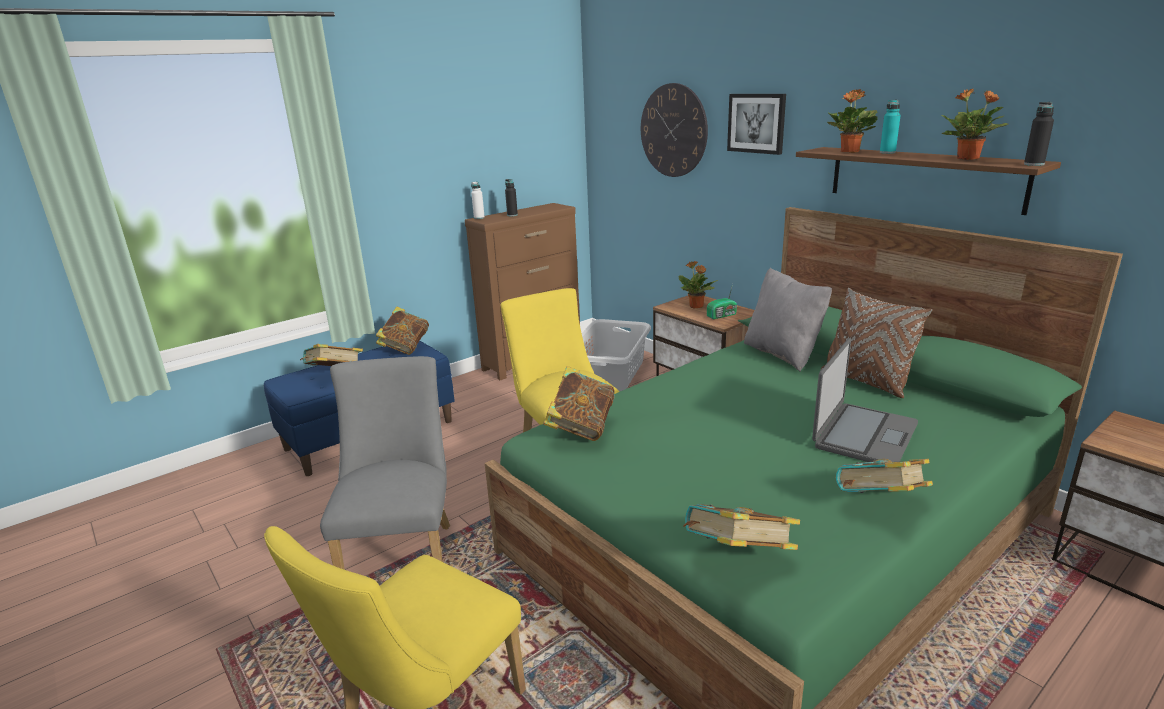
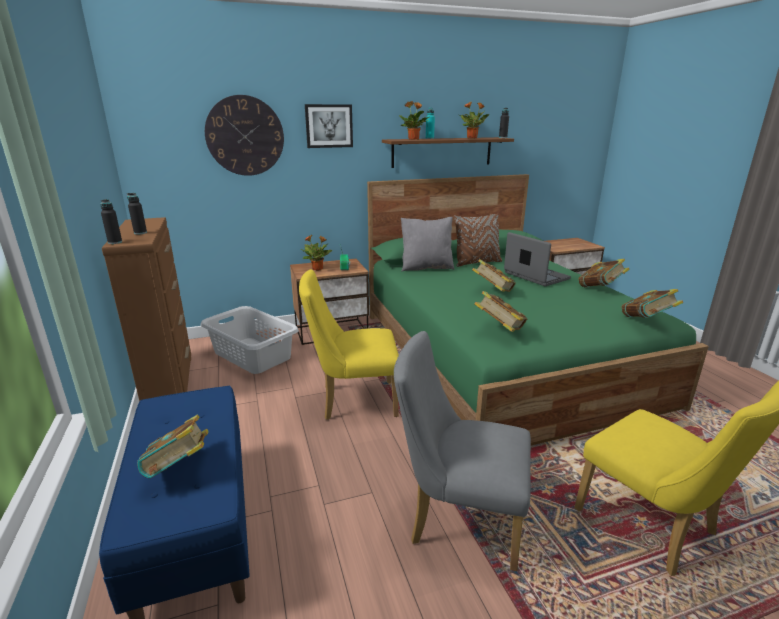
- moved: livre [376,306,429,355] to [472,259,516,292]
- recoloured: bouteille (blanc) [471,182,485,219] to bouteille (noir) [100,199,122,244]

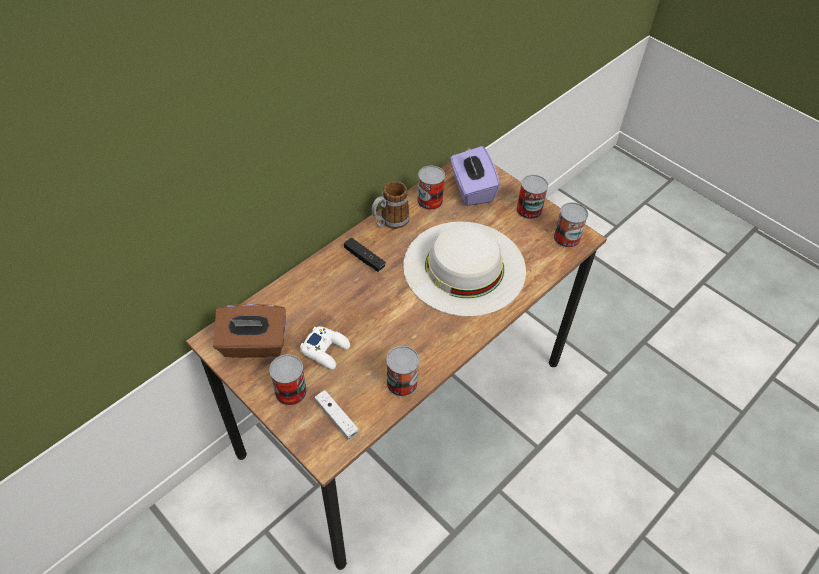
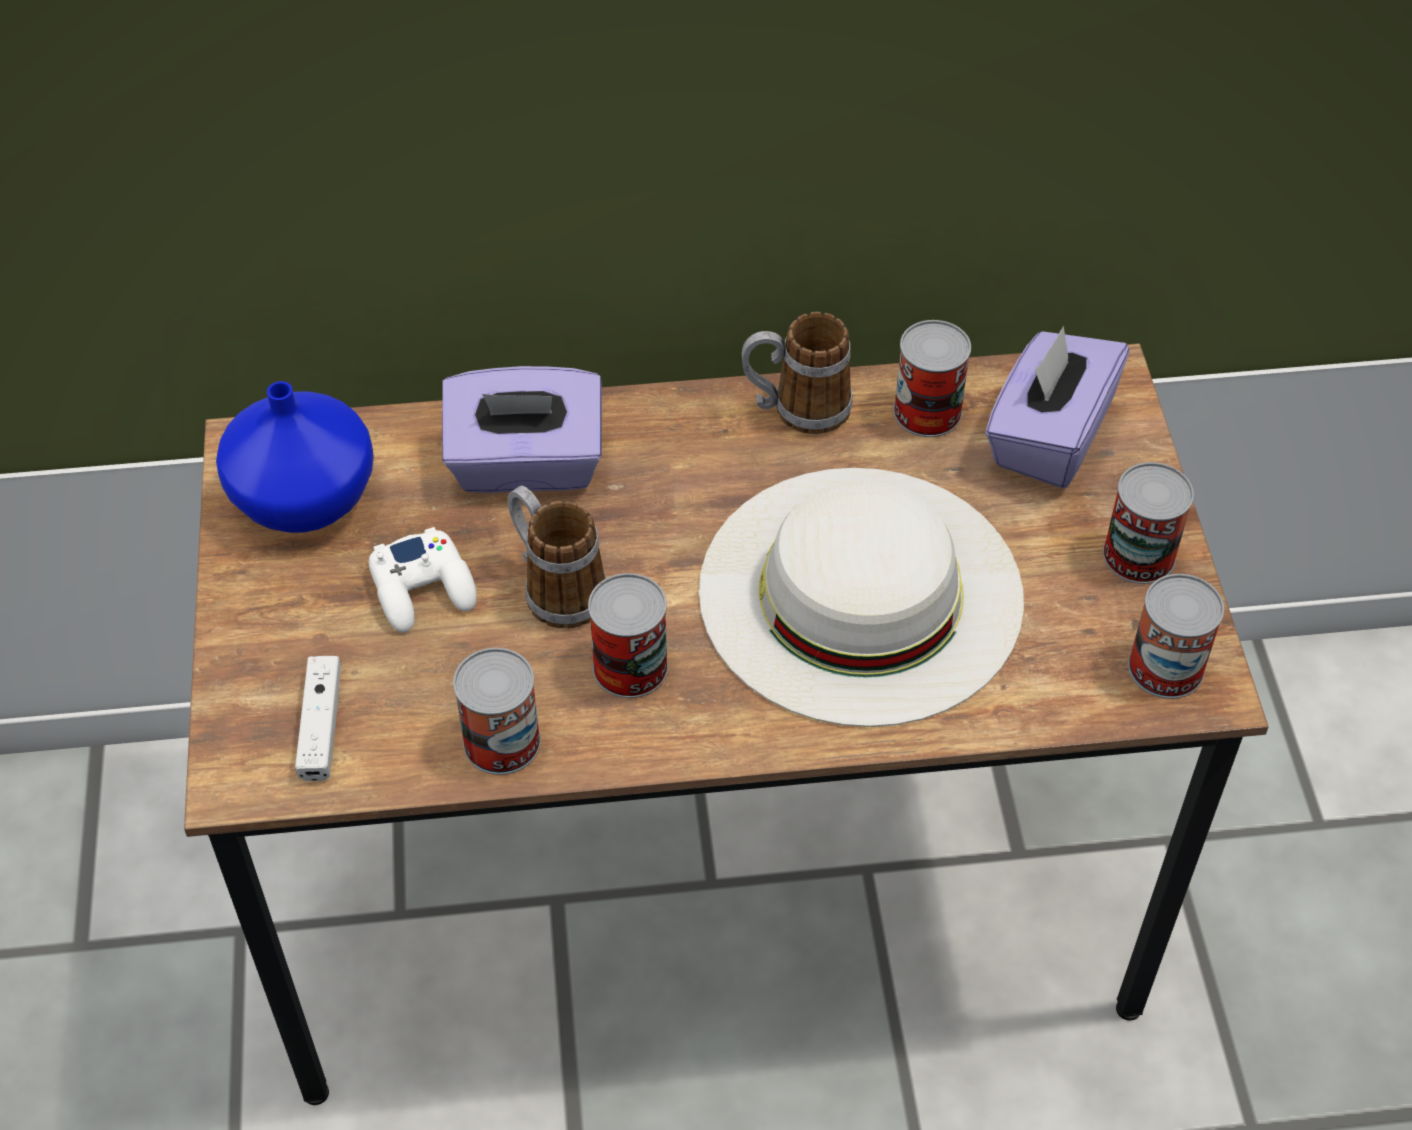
- replaced: boîte à mouchoirs (marron) [213,304,286,358] to vase (bleu) [216,381,374,533]
- moved: boîte métallique [269,354,307,406] to [588,573,668,698]
- removed: manette (noir) [344,238,386,272]
- added: boîte à mouchoirs (violet) [442,366,602,493]
- added: mug [508,486,606,629]

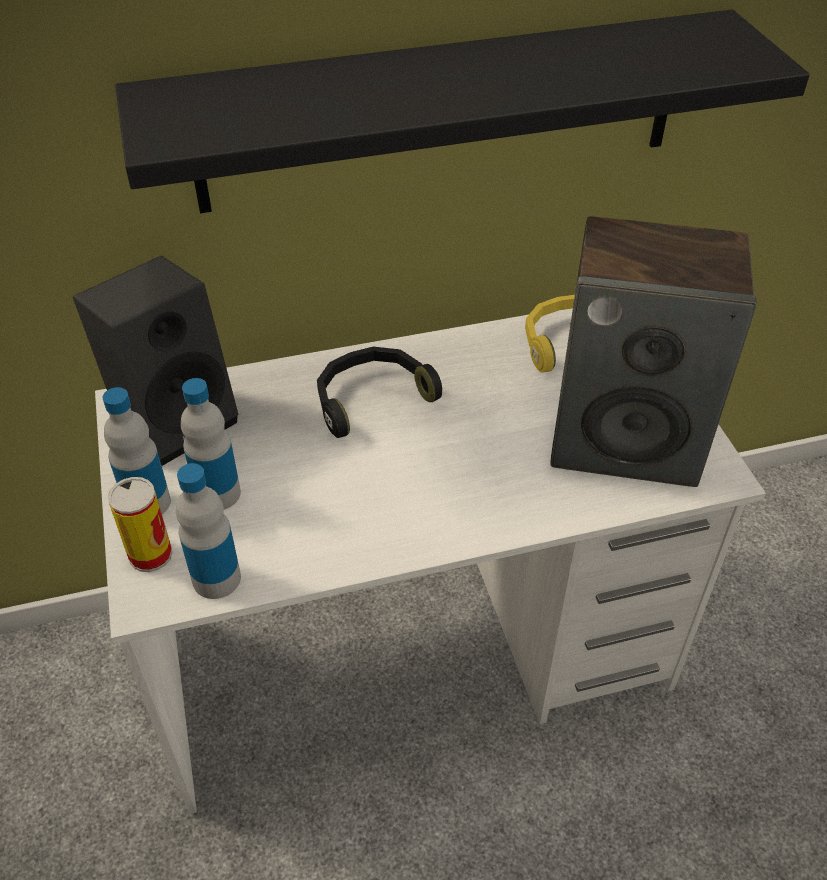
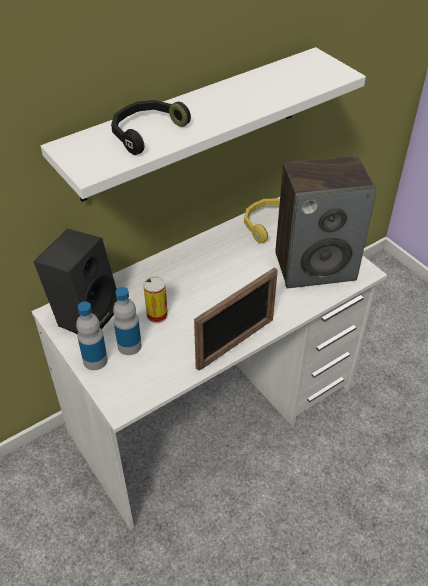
- moved: boîte métallique [108,477,173,572] to [143,276,168,323]
- recoloured: étagère (noir) [115,10,810,213] to étagère (blanc) [41,47,366,202]
- removed: bouteille [176,463,241,599]
- moved: casque audio (noir) [317,347,442,438] to [111,100,191,155]
- added: cadre photo [194,267,278,371]

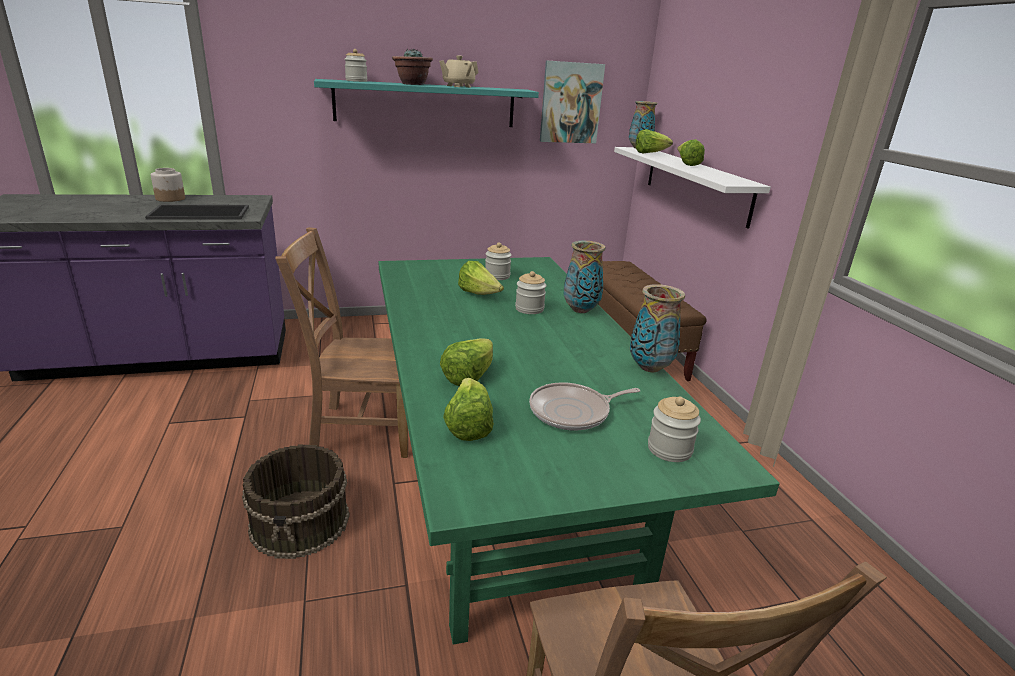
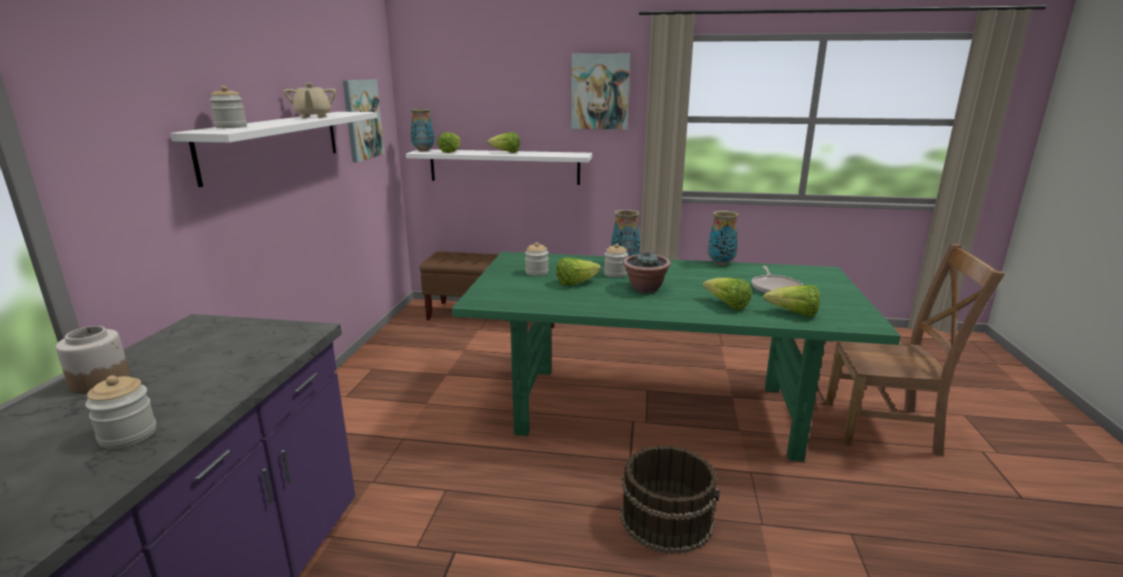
- removed: plateau [145,204,249,220]
- removed: chaise (marron) [275,227,408,458]
- recoloured: étagère (turquoise) [314,79,539,127] to étagère (blanc) [170,112,377,187]
- moved: plante en pot [392,49,433,85] to [623,251,671,293]
- moved: bocal [648,397,701,462] to [85,375,156,449]
- added: tableau [571,53,630,130]

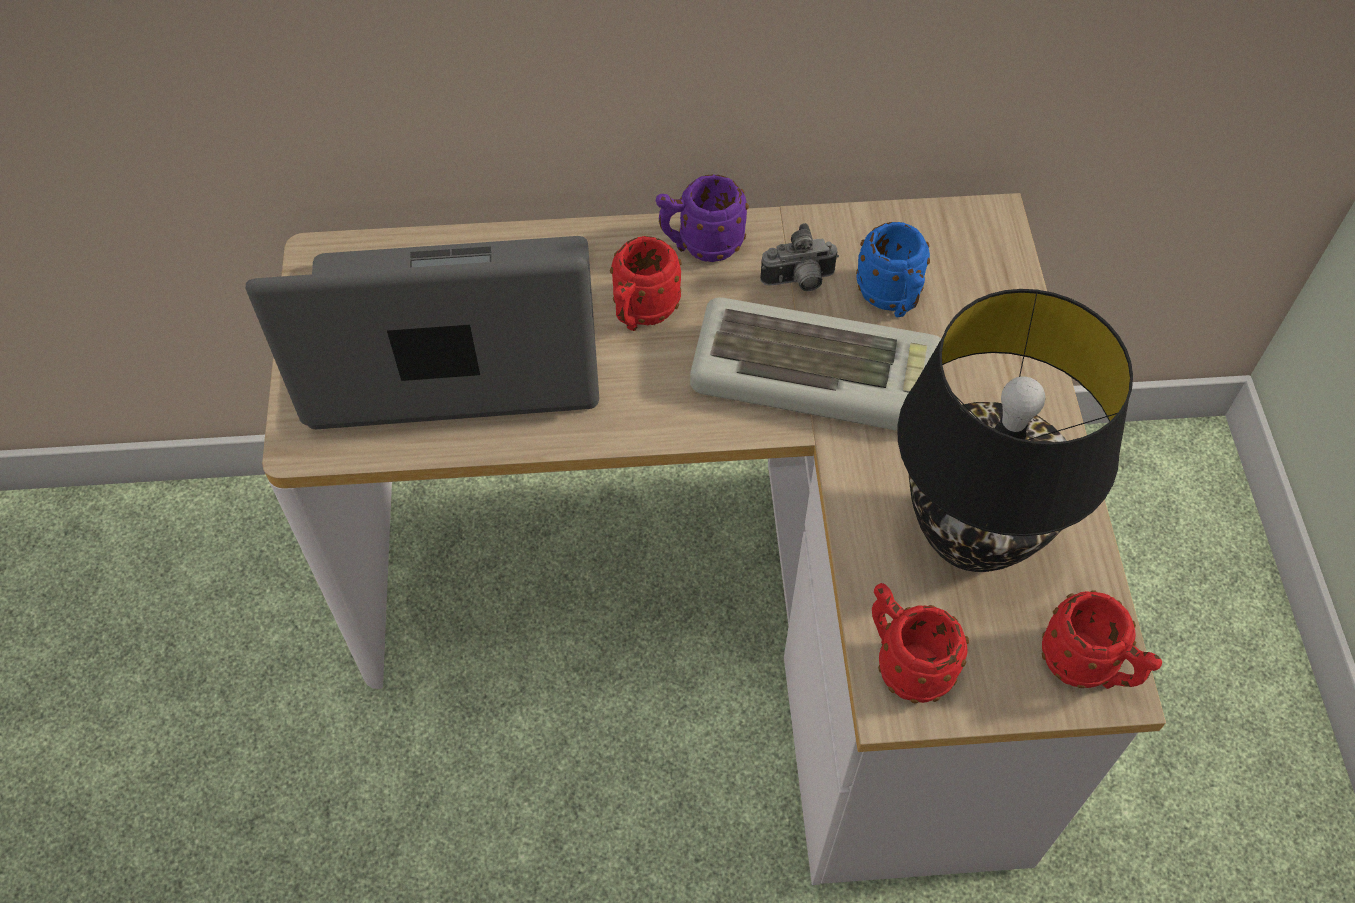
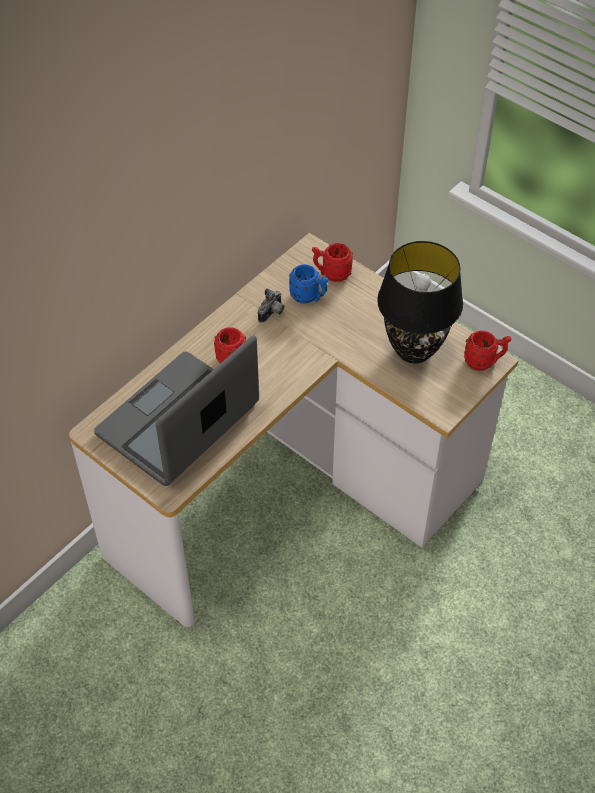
- removed: mug (violet) [656,174,749,262]
- removed: clavier [690,297,943,431]
- moved: mug (rouge) [872,583,969,704] to [312,243,353,282]

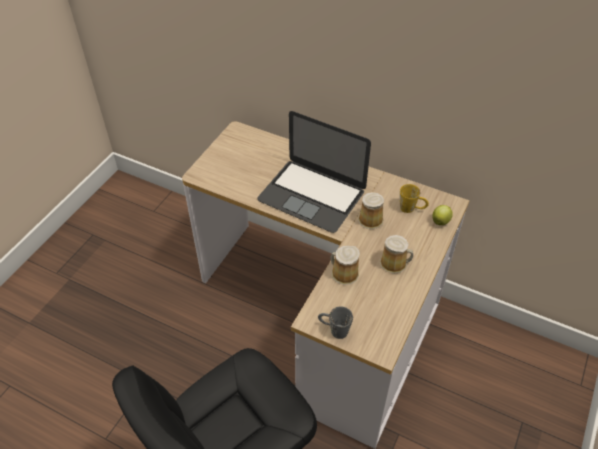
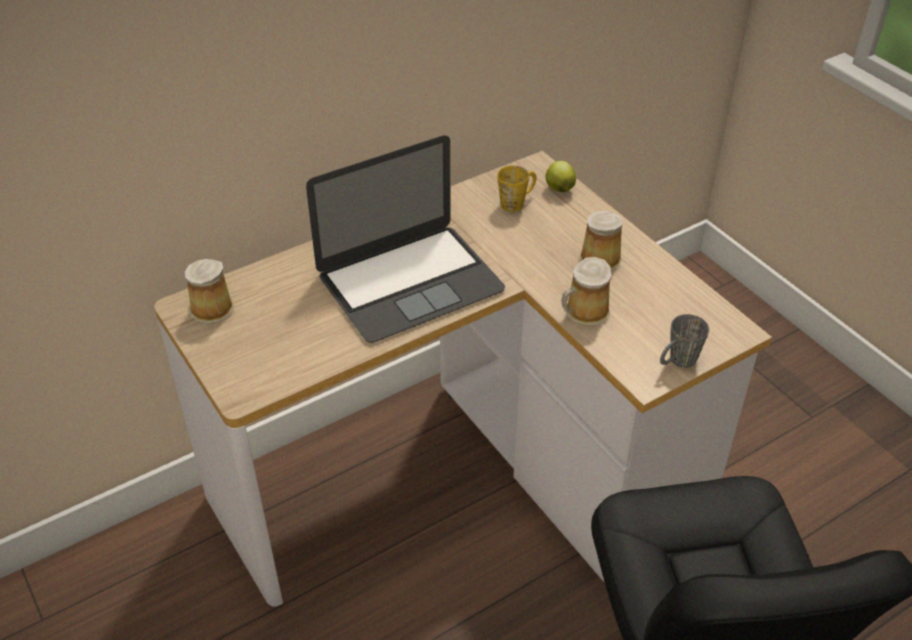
- moved: mug [358,192,384,229] to [185,259,234,324]

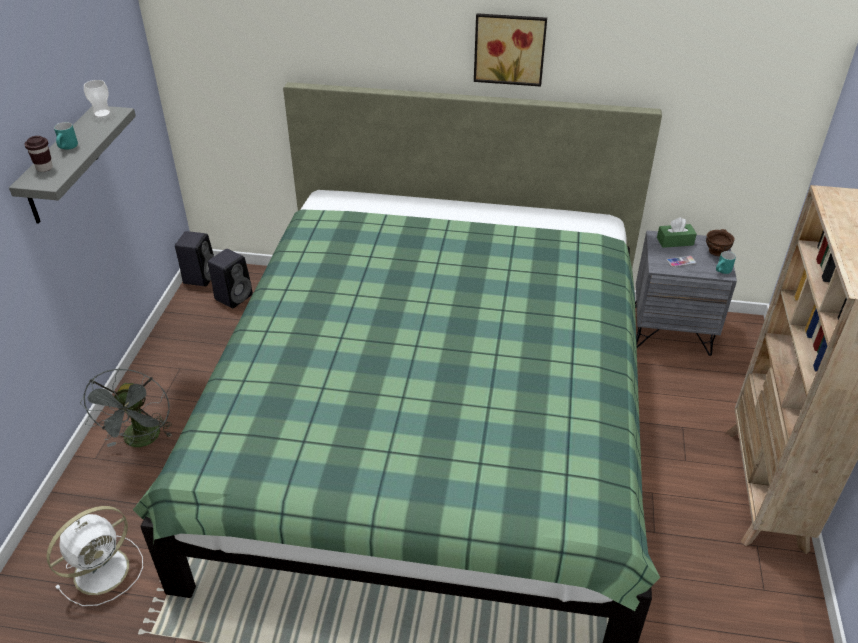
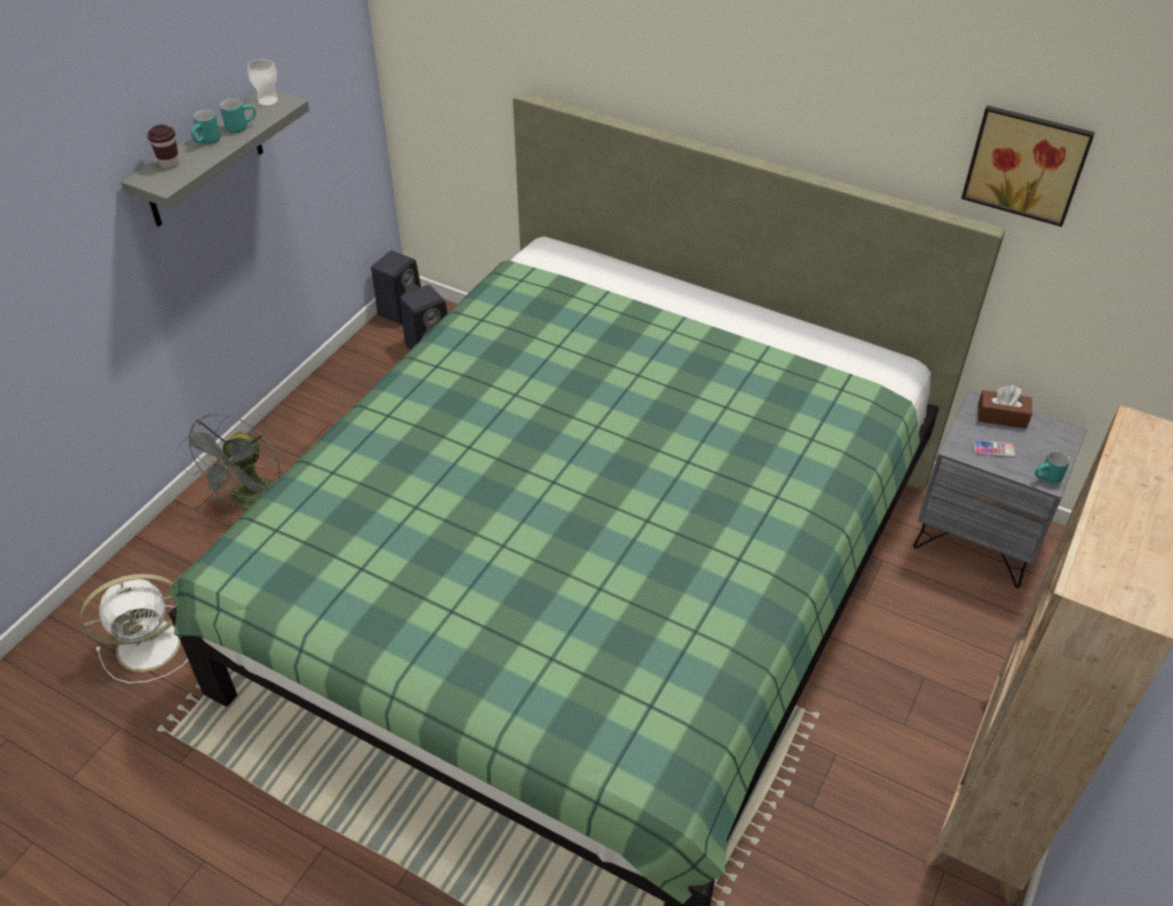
- moved: tableau [474,13,547,87] to [961,105,1095,227]
- recoloured: boîte à mouchoirs (vert) [657,217,697,248] to boîte à mouchoirs (marron) [978,385,1032,429]
- removed: bol (marron) [706,229,735,256]
- added: mug (turquoise) [220,99,256,133]

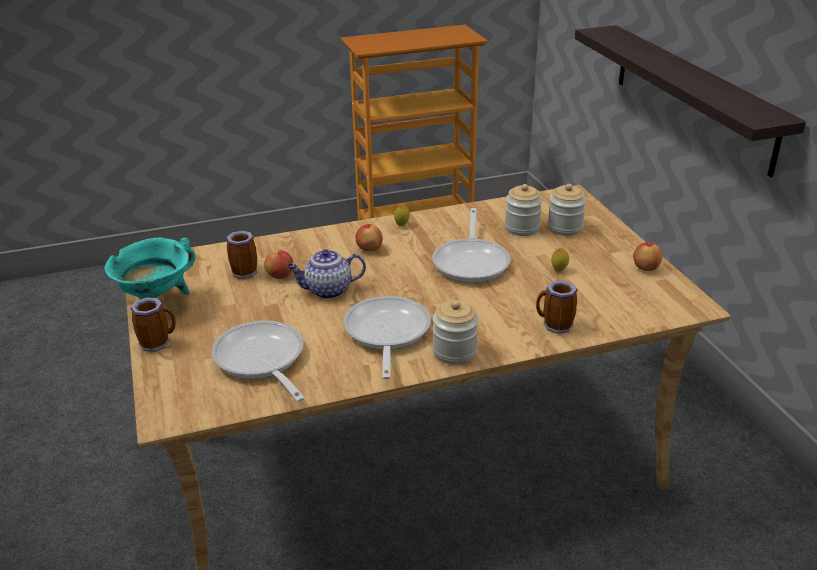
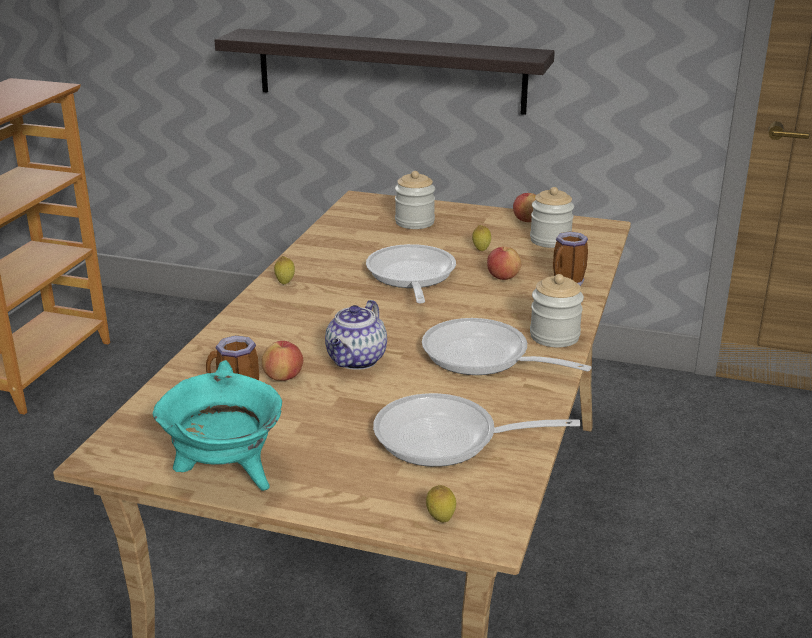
- removed: mug [131,297,176,352]
- moved: pomme [355,224,383,252] to [487,247,521,280]
- turned: poêle [432,208,511,283] = [366,244,456,303] 135 degrees counterclockwise
- moved: bocal [505,184,542,236] to [530,187,574,248]
- added: citron [426,485,456,523]

